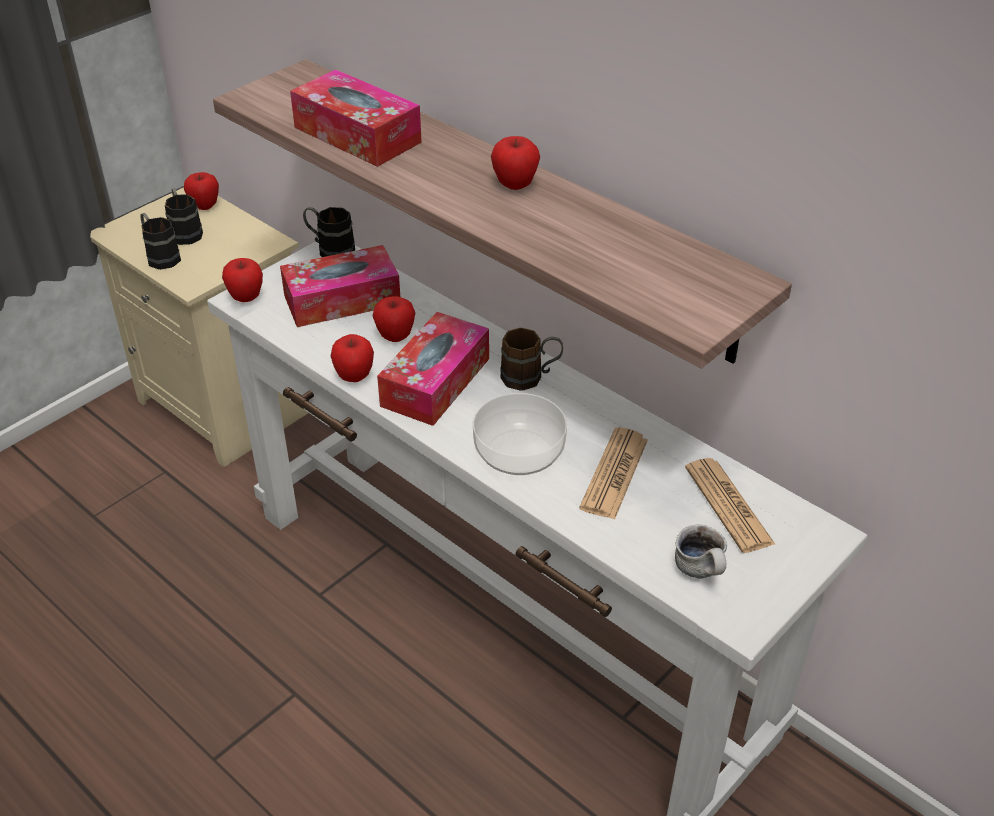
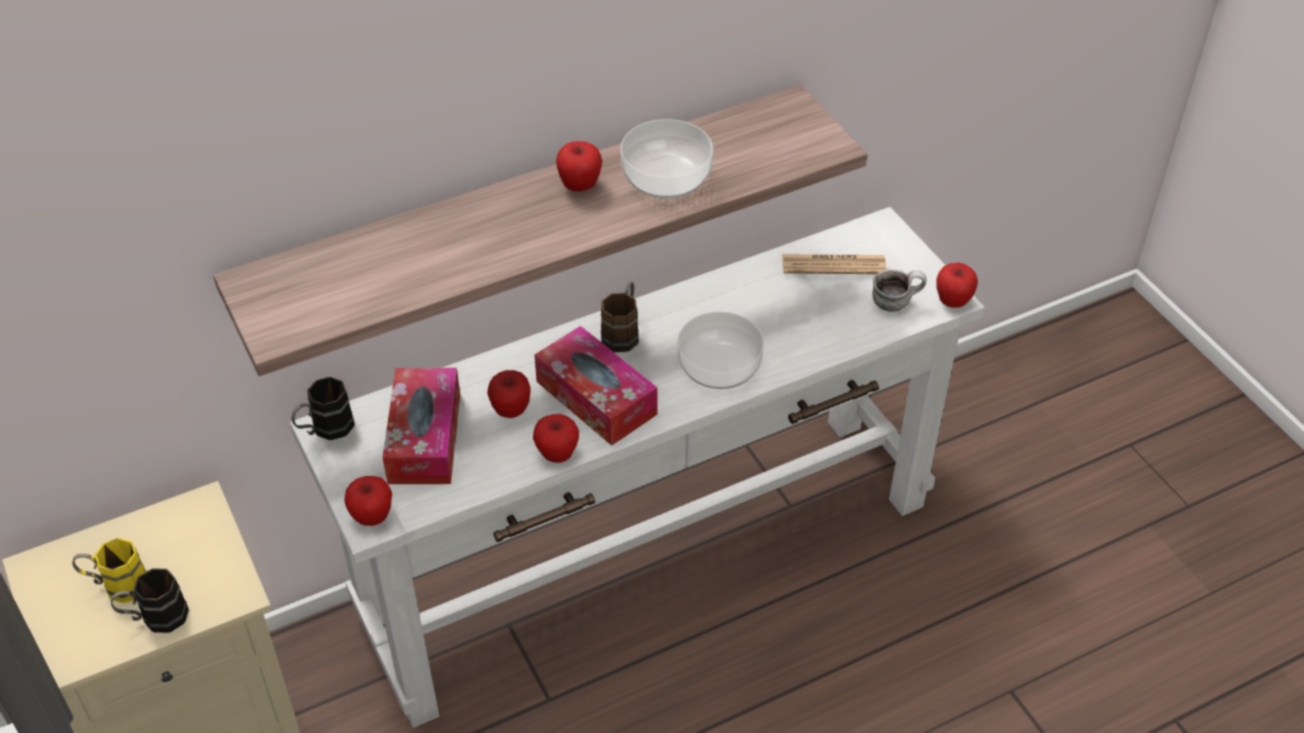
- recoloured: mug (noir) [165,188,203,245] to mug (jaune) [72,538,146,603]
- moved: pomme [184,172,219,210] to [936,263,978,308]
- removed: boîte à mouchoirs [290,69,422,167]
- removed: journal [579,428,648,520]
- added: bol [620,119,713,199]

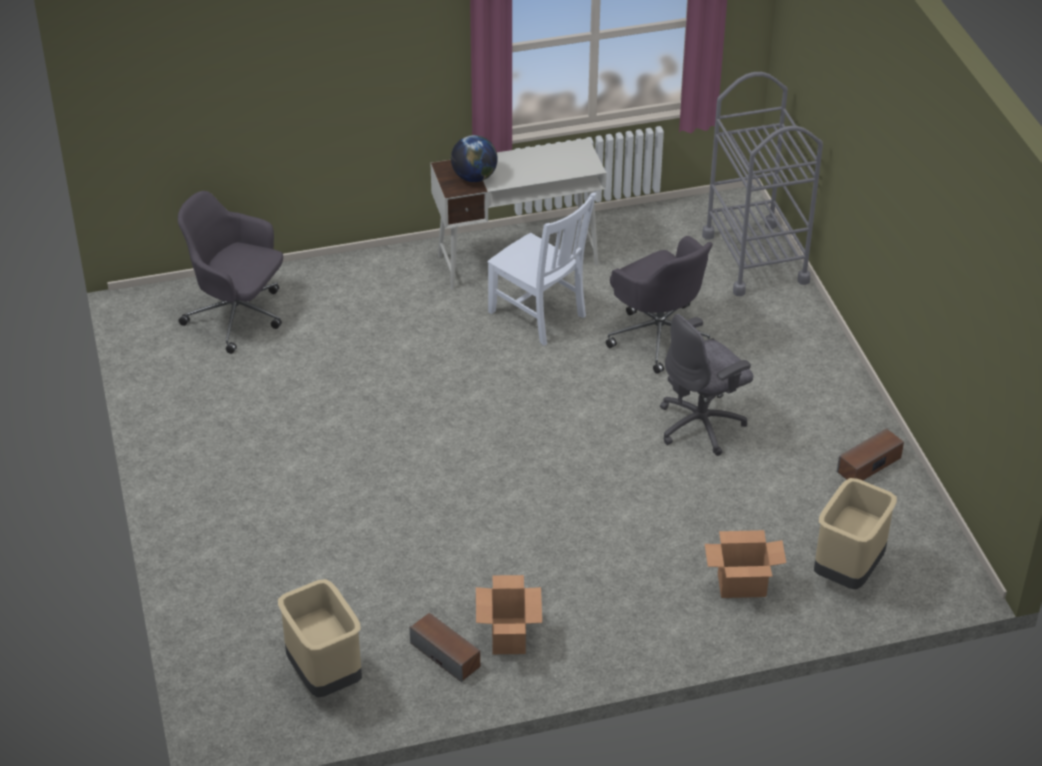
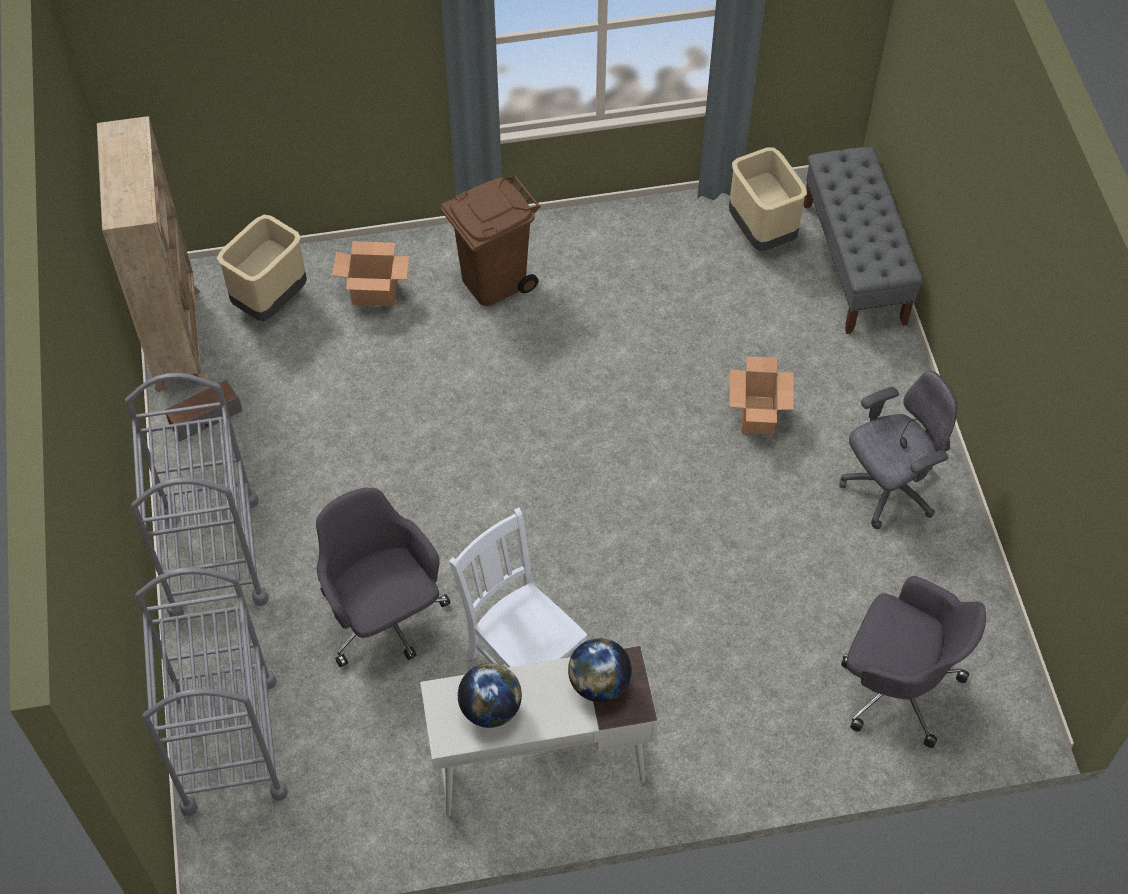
- removed: enceinte [410,613,480,682]
- moved: carton [476,575,542,654] to [730,356,794,434]
- moved: chaise de bureau (gris) [660,314,753,456] to [839,371,957,529]
- added: bibliothèque (beige) [96,116,207,392]
- added: chariot (gris) [125,373,269,617]
- added: poubelle (marron) [440,175,540,306]
- added: globe [458,663,522,728]
- added: banc (gris) [803,147,923,334]

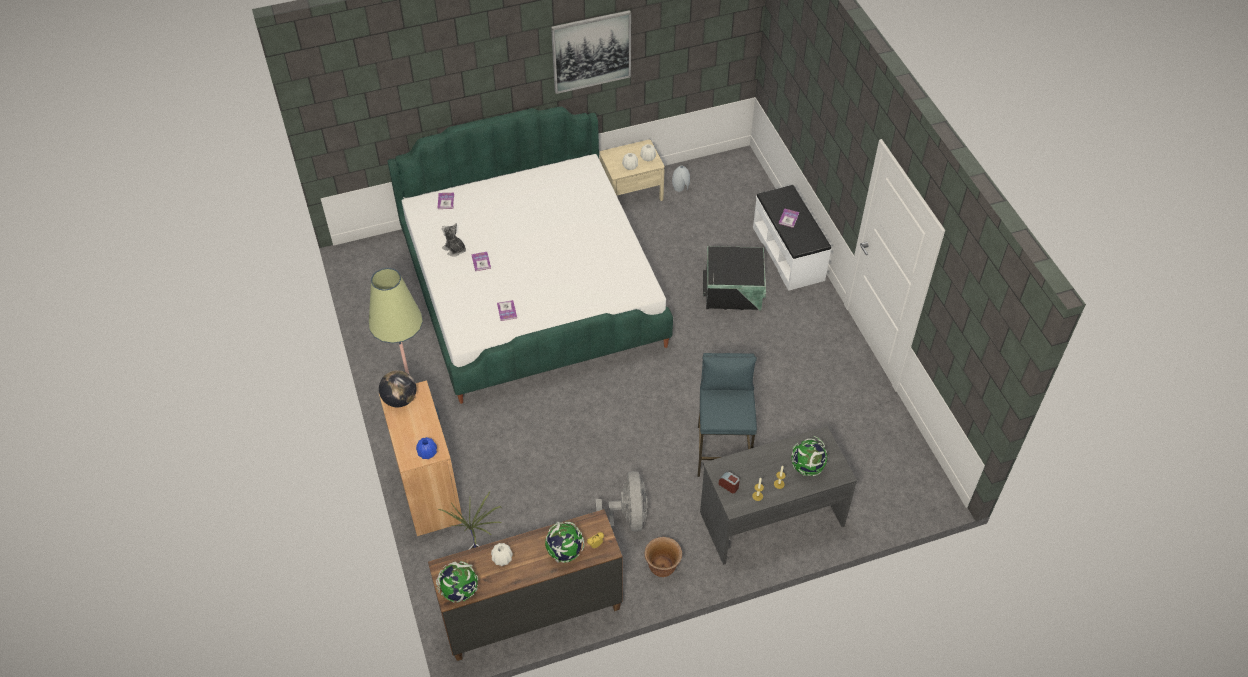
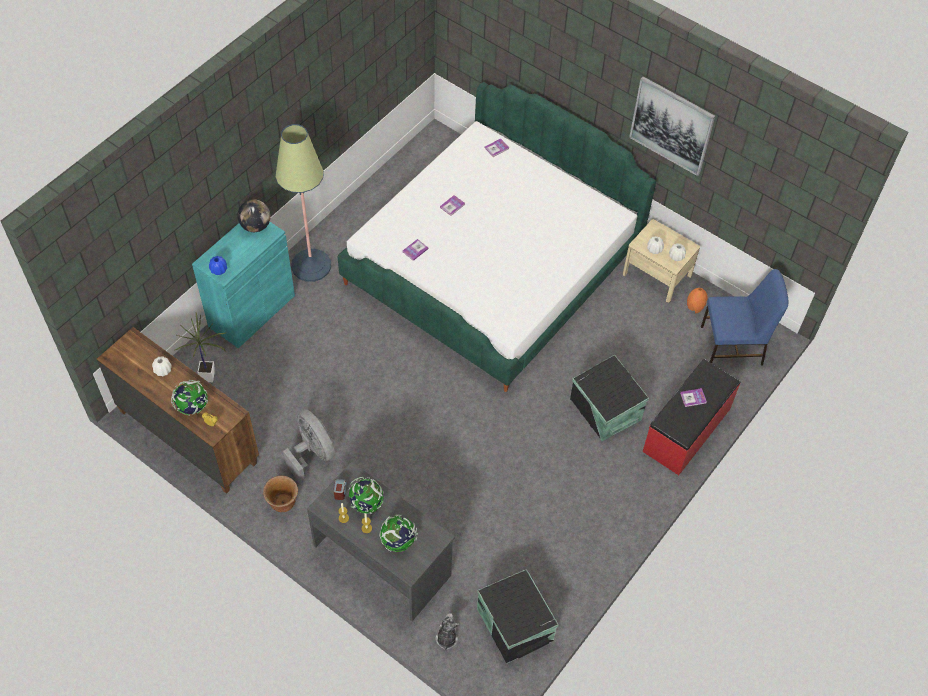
- recoloured: meuble de rangement (marron) [379,380,463,536] to meuble de rangement (turquoise) [192,222,295,348]
- moved: globe [436,561,478,603] to [348,477,384,514]
- moved: peluche [442,223,466,257] to [436,613,459,652]
- turned: ventilateur (gris) [596,471,648,532] = [283,410,335,485] 90 degrees counterclockwise
- recoloured: vase (gris) [672,166,690,192] to vase (orange) [687,288,708,314]
- removed: tabouret (bleu) [698,353,757,477]
- recoloured: banc (blanc) [753,185,831,291] to banc (rouge) [643,359,740,475]
- added: boîte de rangement (noir) [477,569,559,664]
- added: chaise (bleu) [701,269,788,366]

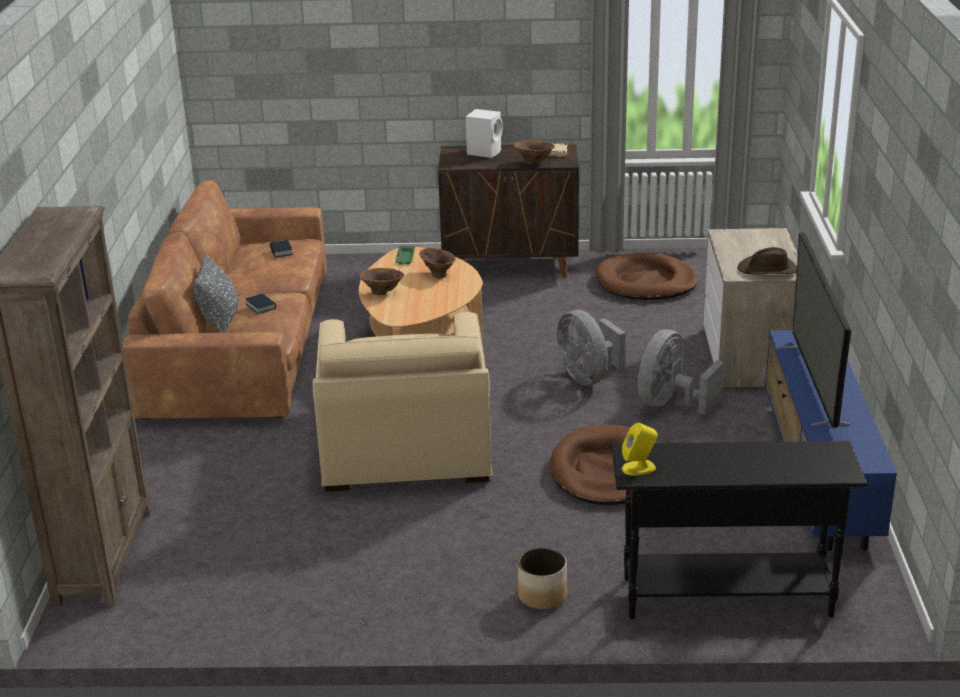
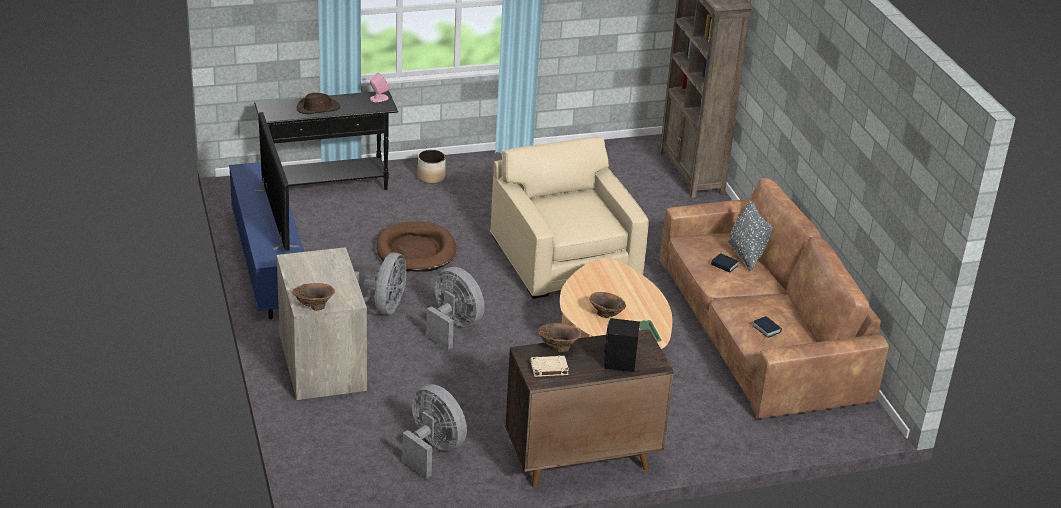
- moved: vase (marron) [360,268,404,295] to [293,283,335,311]
- recoloured: enceinte (blanc) [466,109,503,158] to enceinte (noir) [604,318,640,372]
- replaced: panier pour chien (marron) [596,253,698,300] to ventilateur (gris) [402,384,467,479]
- recoloured: enceinte (jaune) [622,423,658,476] to enceinte (rose) [370,73,389,102]
- moved: chapeau (marron) [738,247,797,275] to [297,93,340,114]

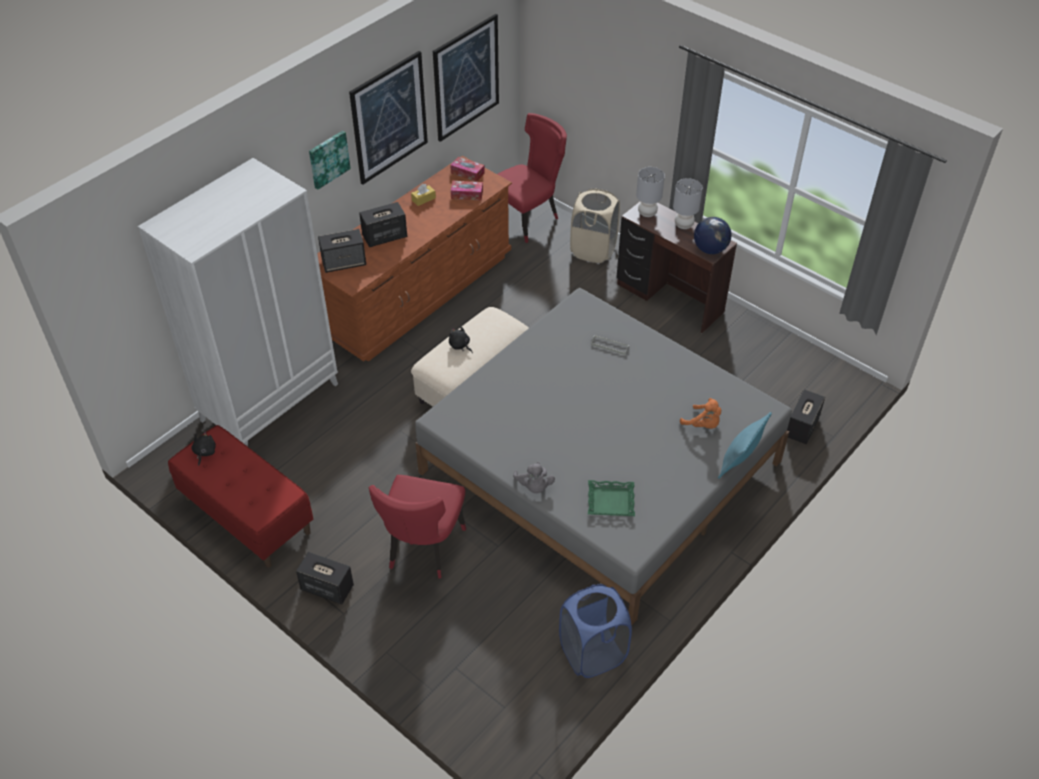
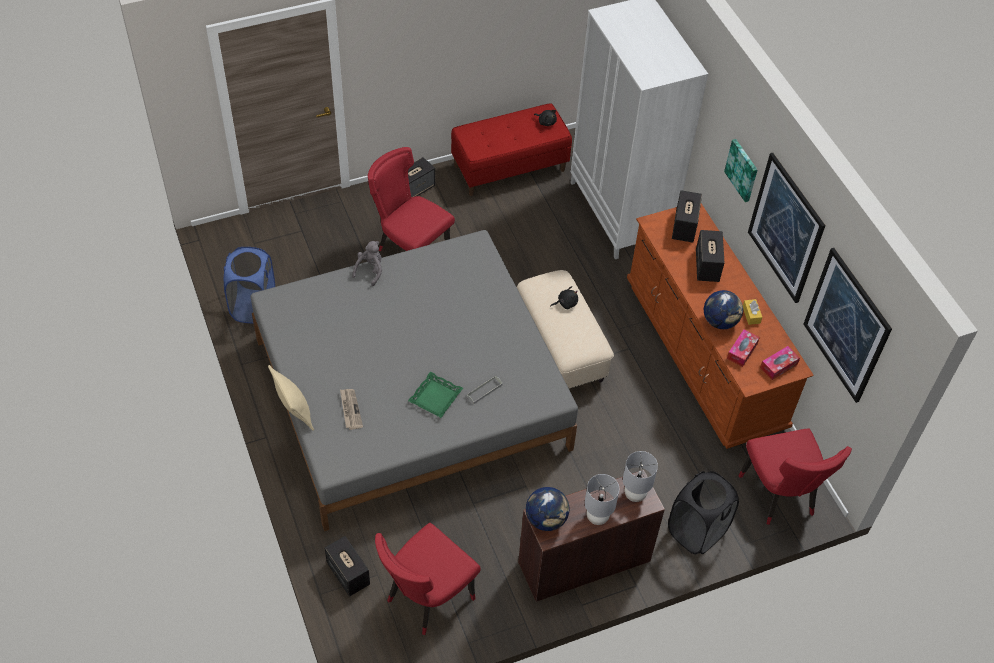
- turned: peluche (gris) [513,462,555,493] = [352,241,382,286] 105 degrees clockwise
- recoloured: panier à linge (beige) [570,188,620,263] to panier à linge (noir) [668,471,739,554]
- moved: plateau (vert) [588,480,635,516] to [408,371,463,418]
- replaced: peluche (orange) [680,398,721,429] to journal [340,389,363,430]
- recoloured: coussin (turquoise) [718,412,772,479] to coussin (beige) [268,365,314,431]
- added: chaise (rouge) [375,523,481,635]
- added: globe [704,290,743,329]

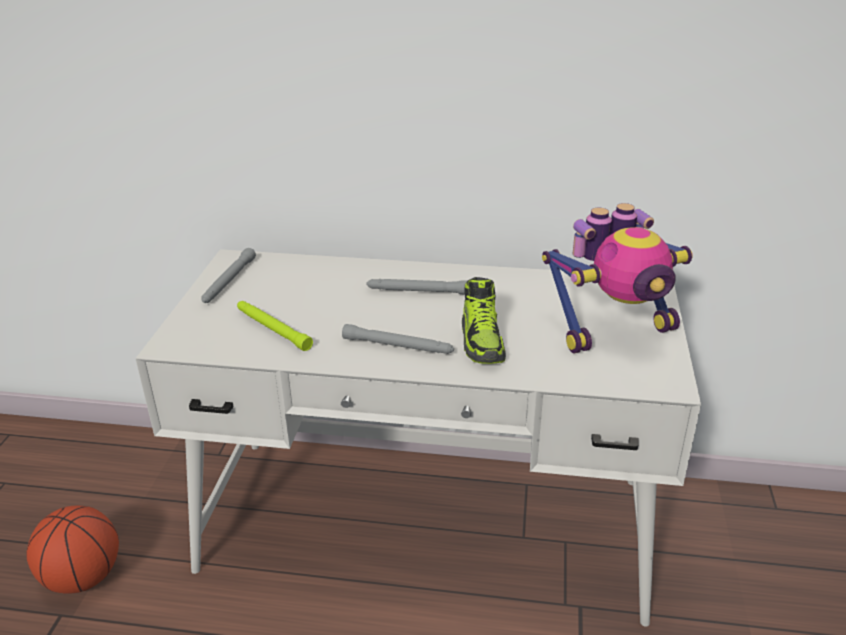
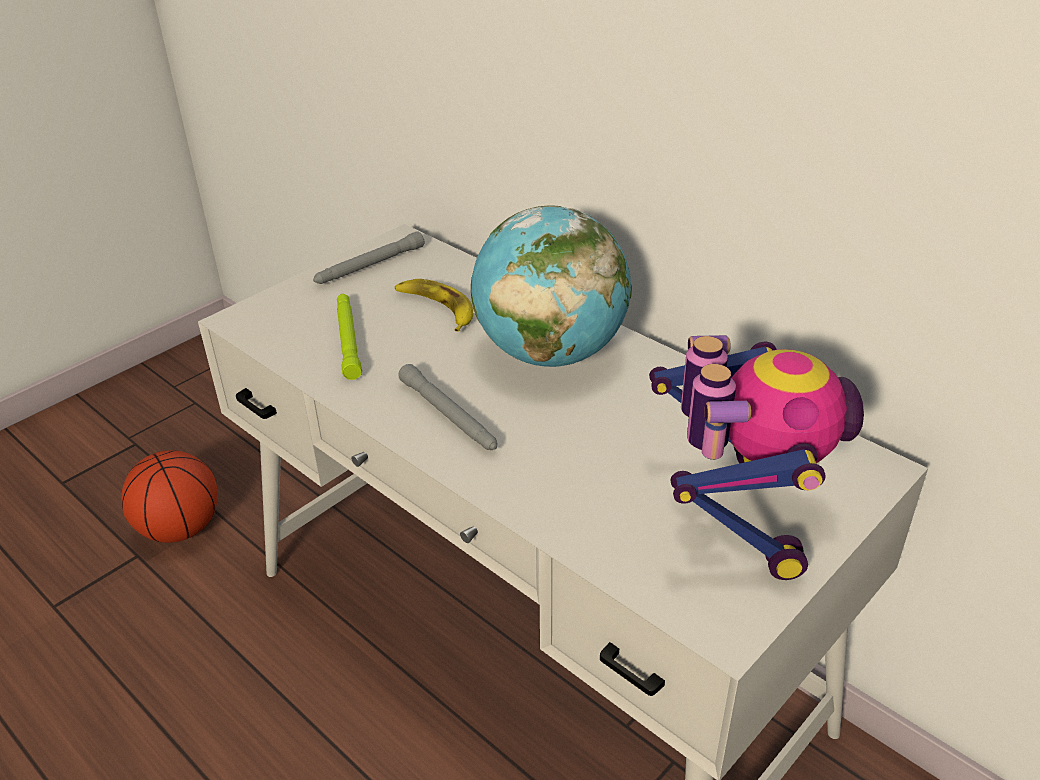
- replaced: lampe de poche (gris) [366,279,467,294] to globe [471,206,632,367]
- removed: chaussure [462,277,506,364]
- turned: robot jouet [542,203,693,353] = [649,335,864,580] 105 degrees counterclockwise
- added: banane [395,279,473,332]

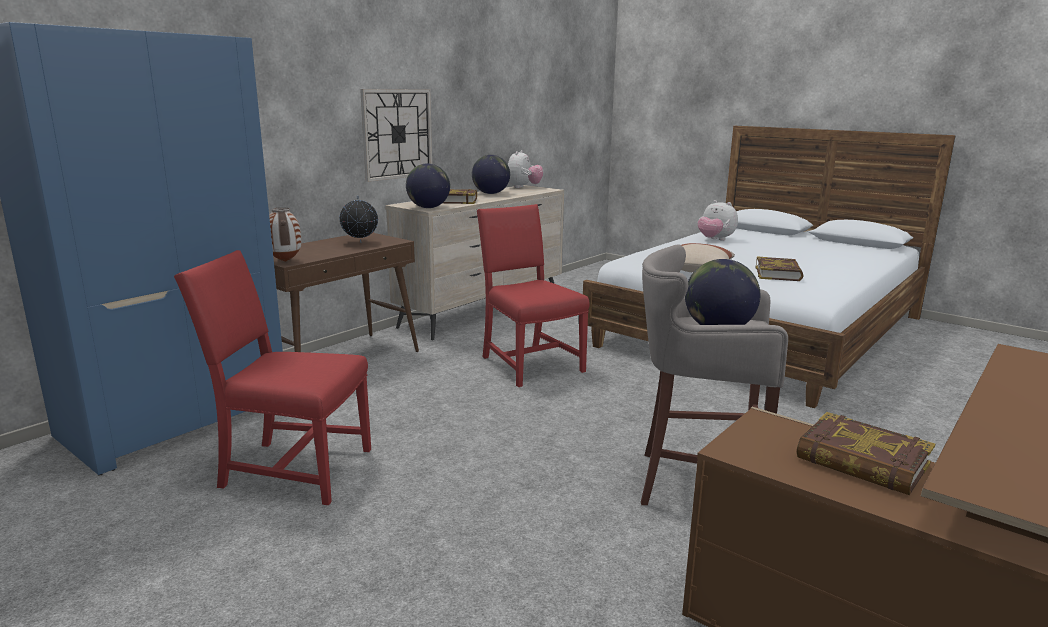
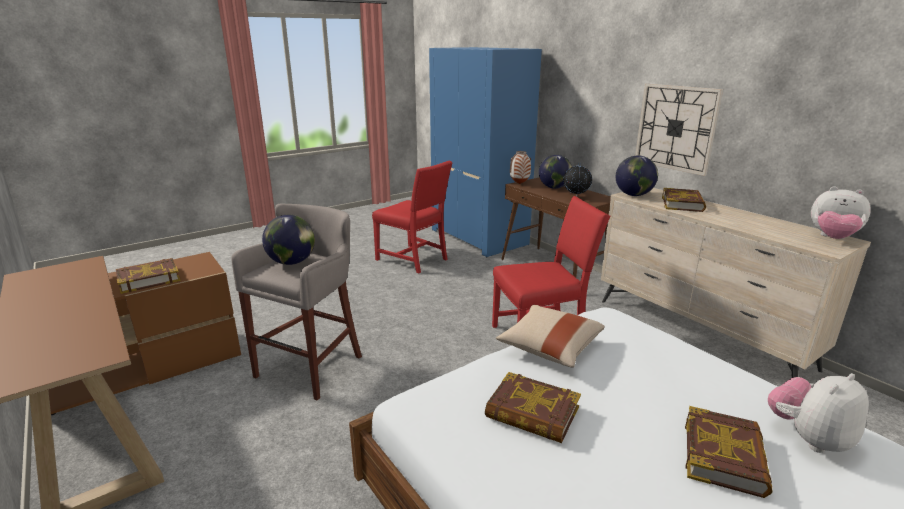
- turned: chaise (rouge) [174,250,371,505] = [372,161,452,273] 105 degrees clockwise
- moved: globe [472,155,510,194] to [539,155,572,189]
- added: livre [685,406,773,498]

